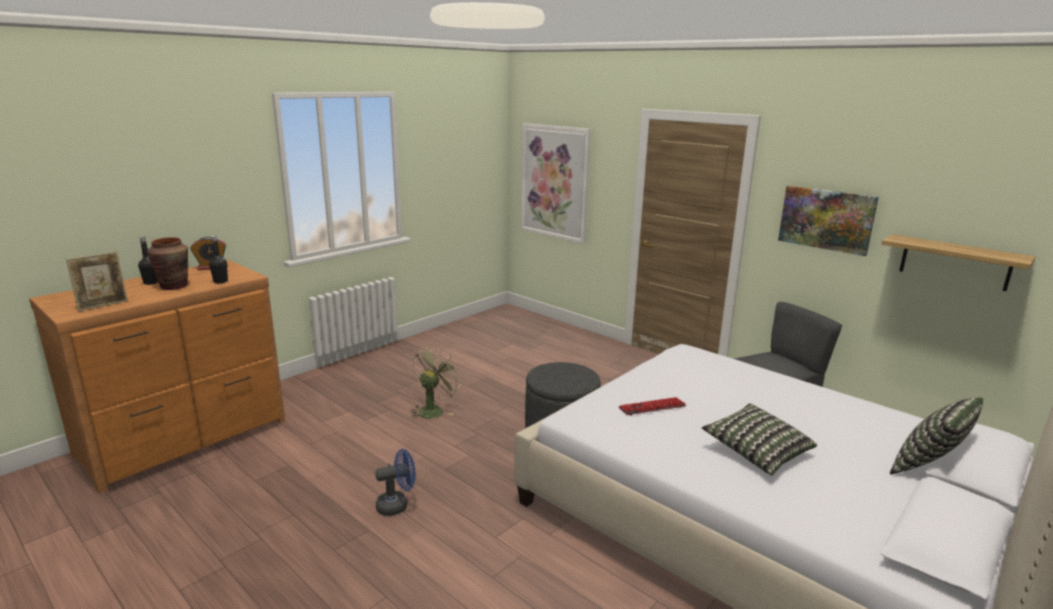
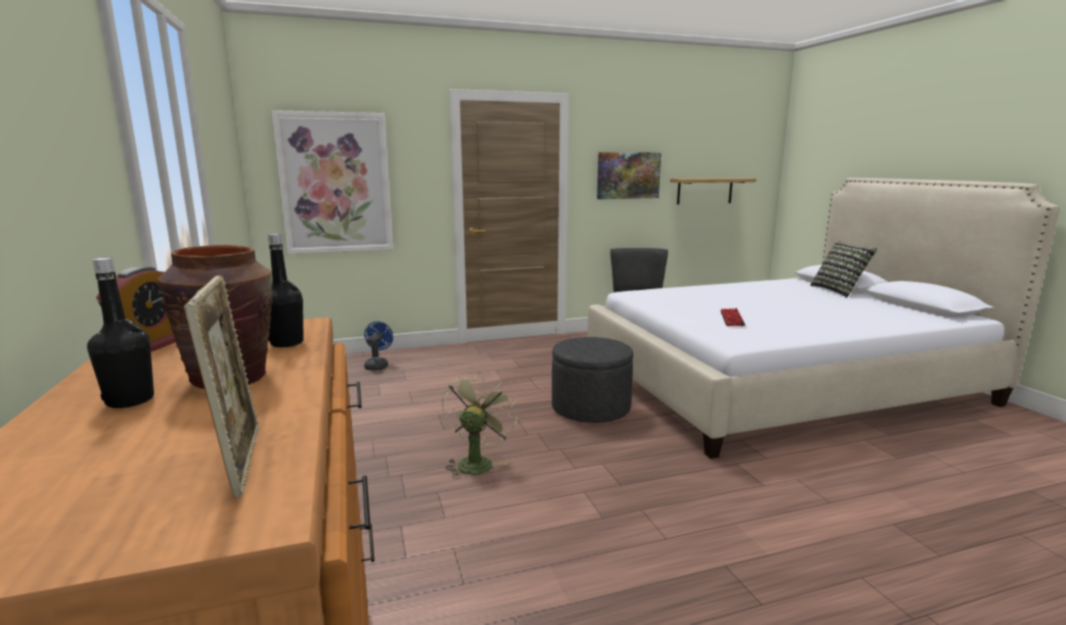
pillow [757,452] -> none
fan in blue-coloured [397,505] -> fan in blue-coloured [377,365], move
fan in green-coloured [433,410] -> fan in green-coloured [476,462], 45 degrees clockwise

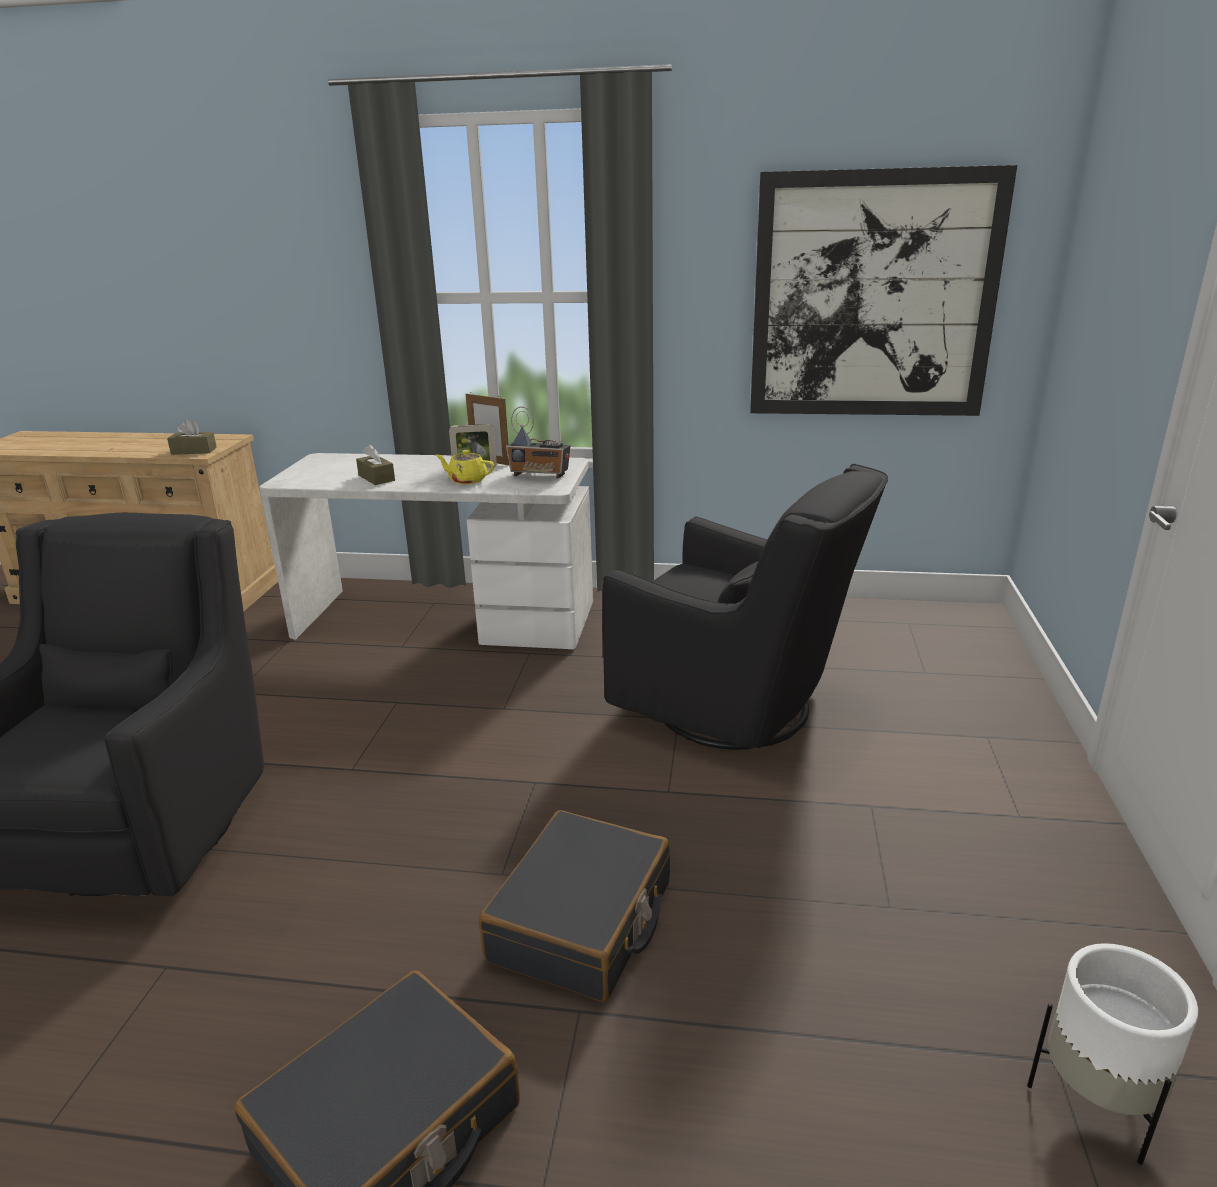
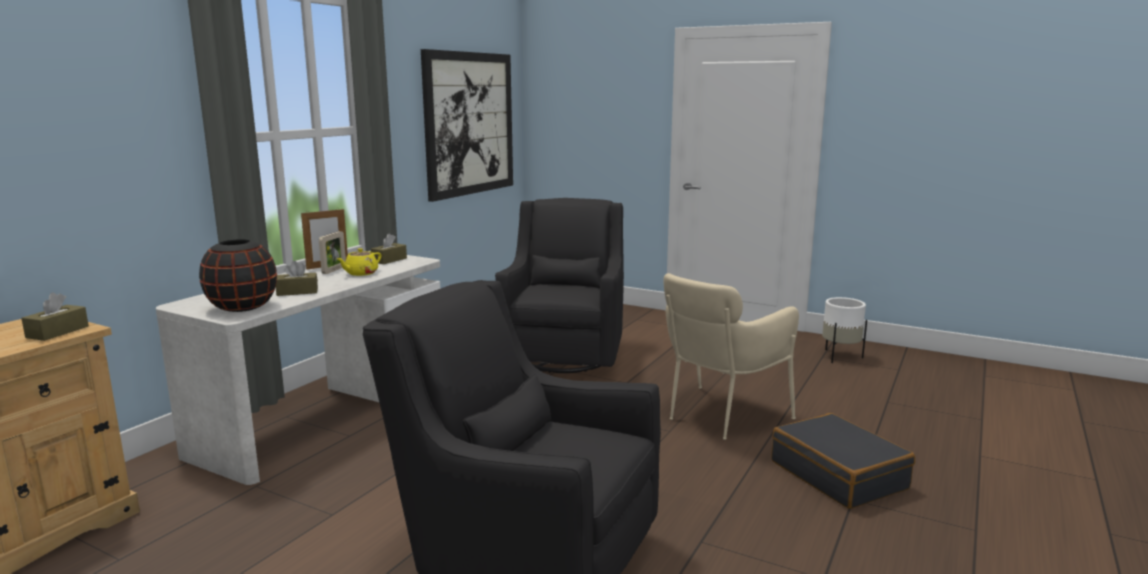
none -> vase in black [242,307]
suitcase in black [582,922] -> armchair in beige [718,417]
radio [540,475] -> tissue box in brownish [389,260]
armchair in black [738,709] -> armchair in black [565,354], 45 degrees counterclockwise

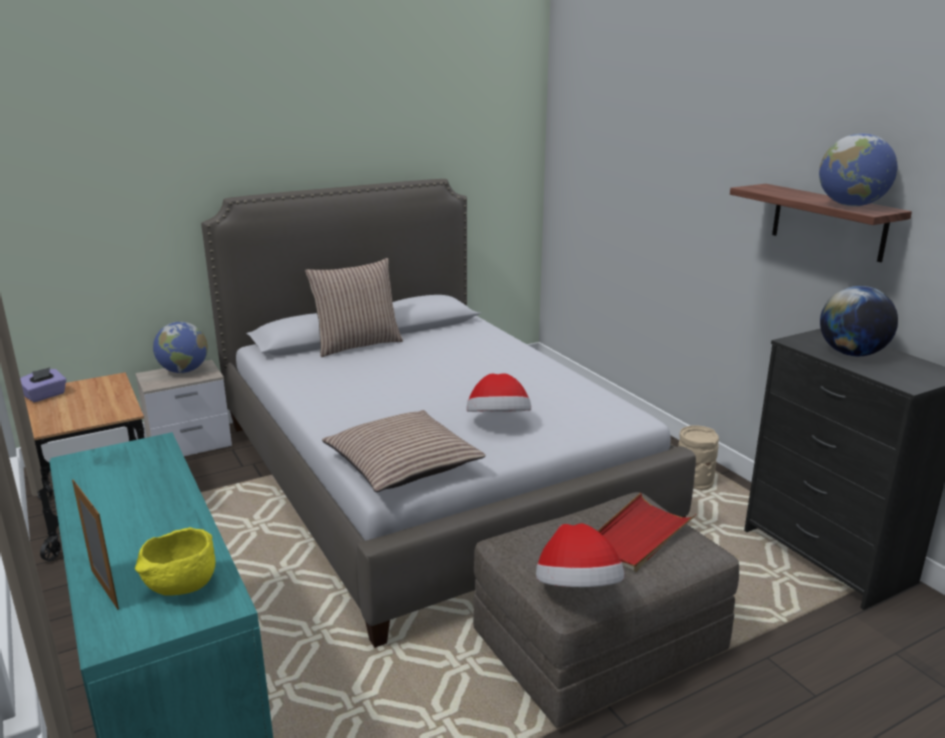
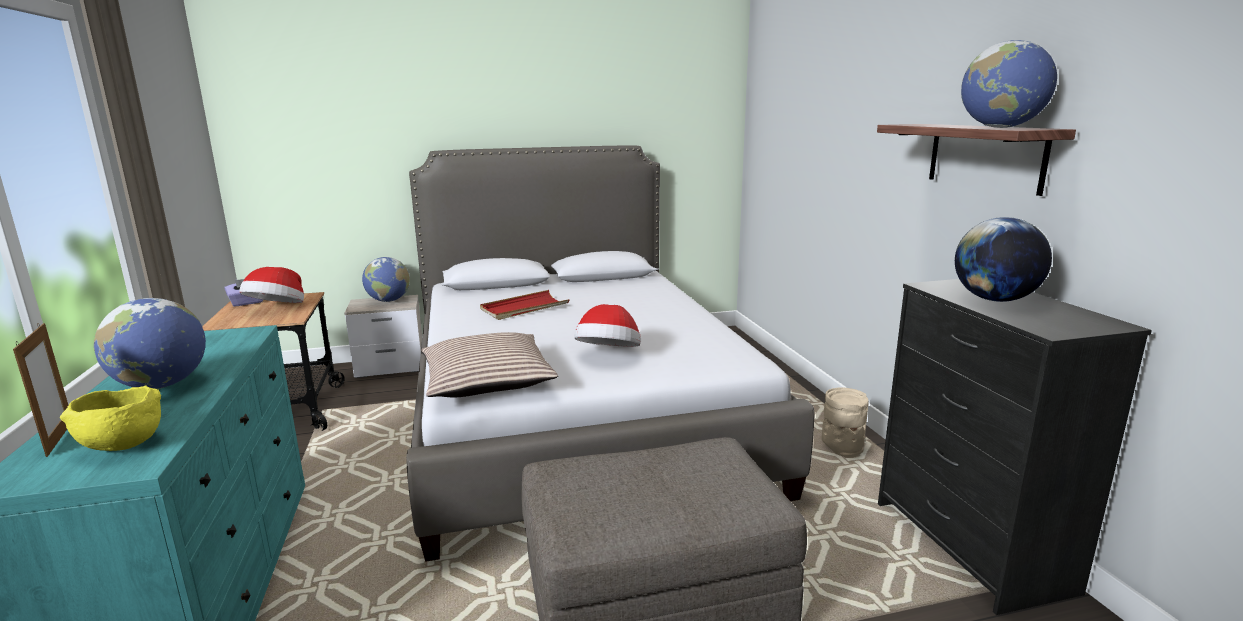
pillow [357,344] -> none
none -> desk globe [162,385]
hat [577,590] -> hat [277,309], move
serving tray in red-coloured [638,536] -> serving tray in red-coloured [524,308], move

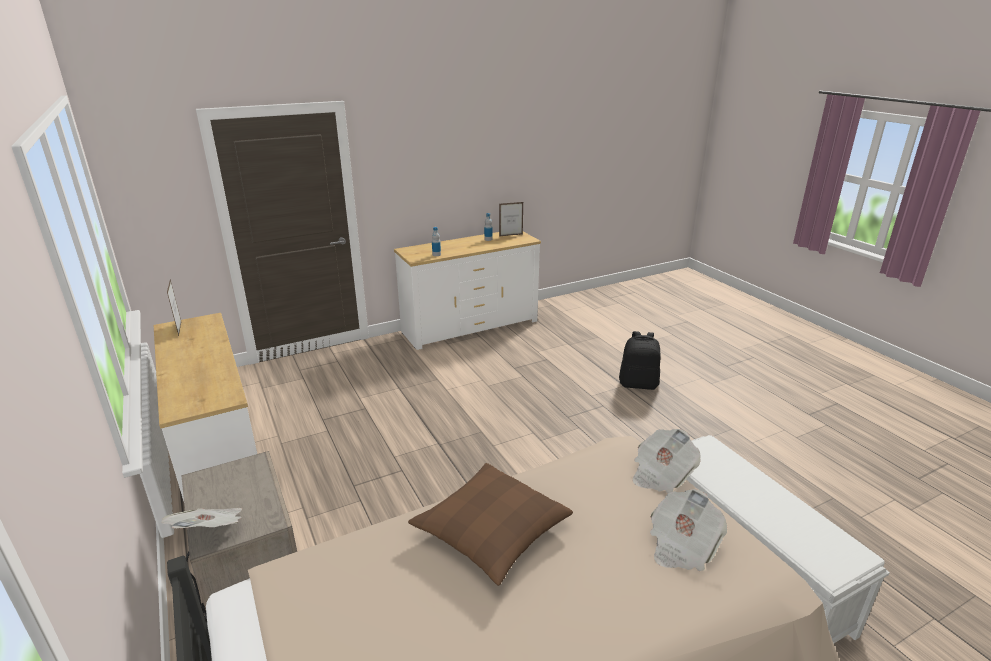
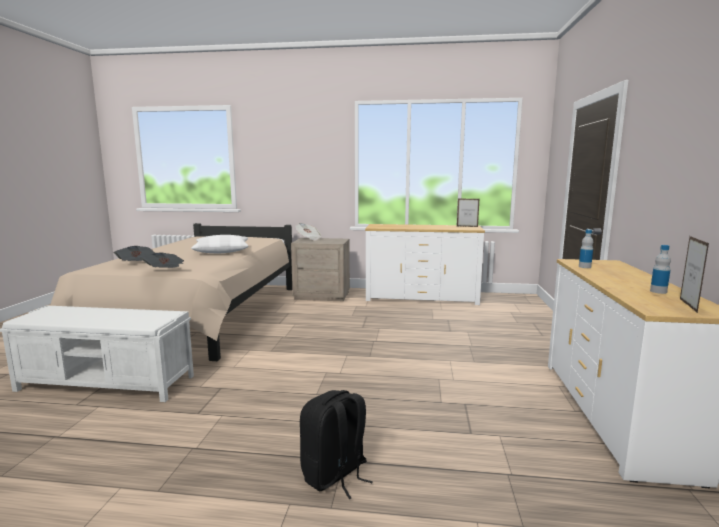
pillow in brownish [491,531] -> pillow in white [222,251]

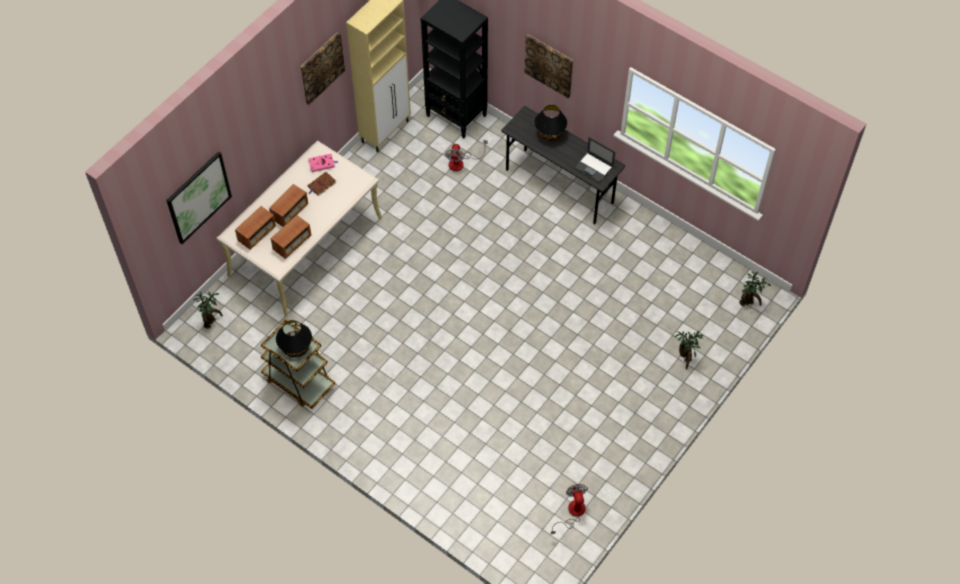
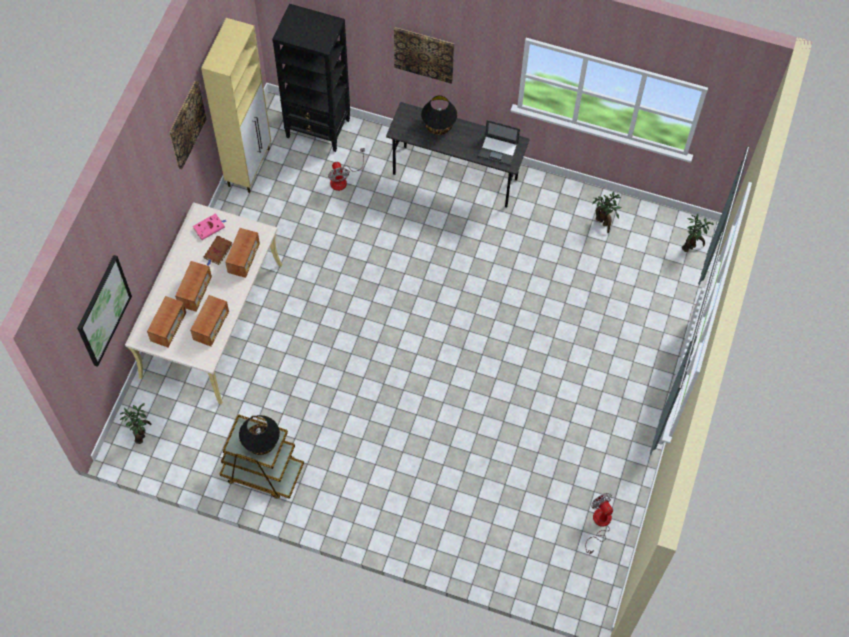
none -> radio [244,258]
plant in a pot [685,358] -> plant in a pot [603,223], move

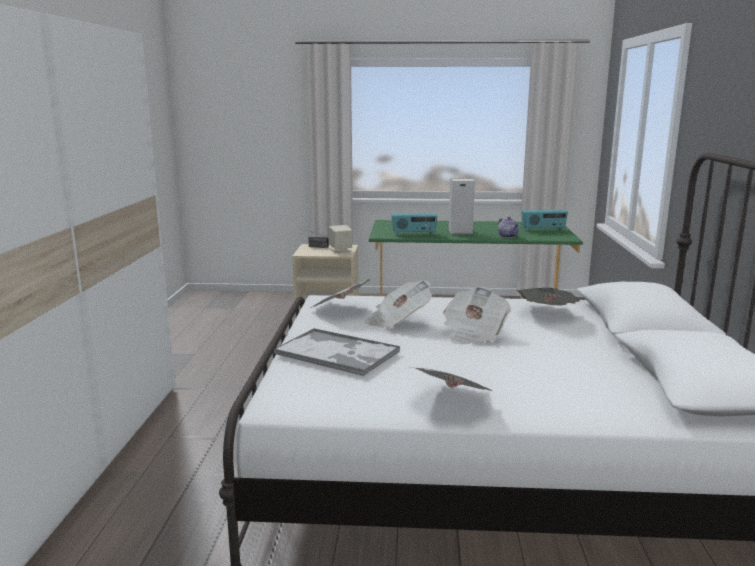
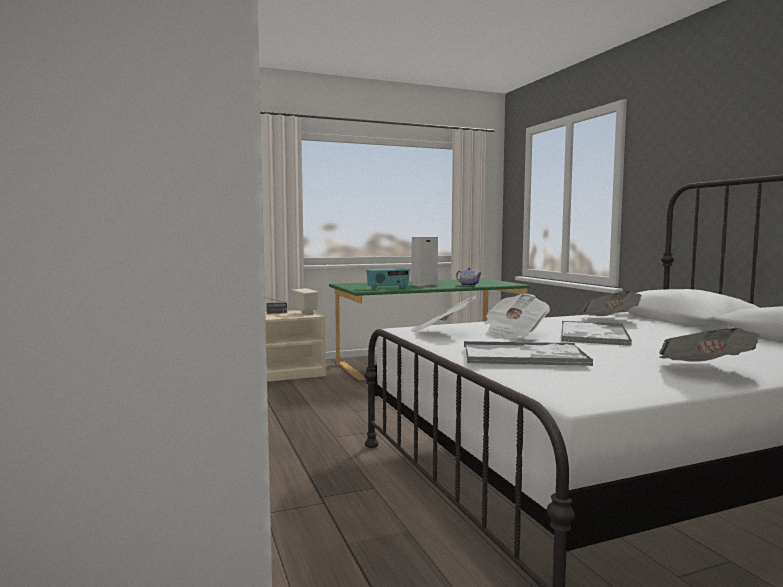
radio [543,230] -> none
newspaper [473,333] -> serving tray [593,334]

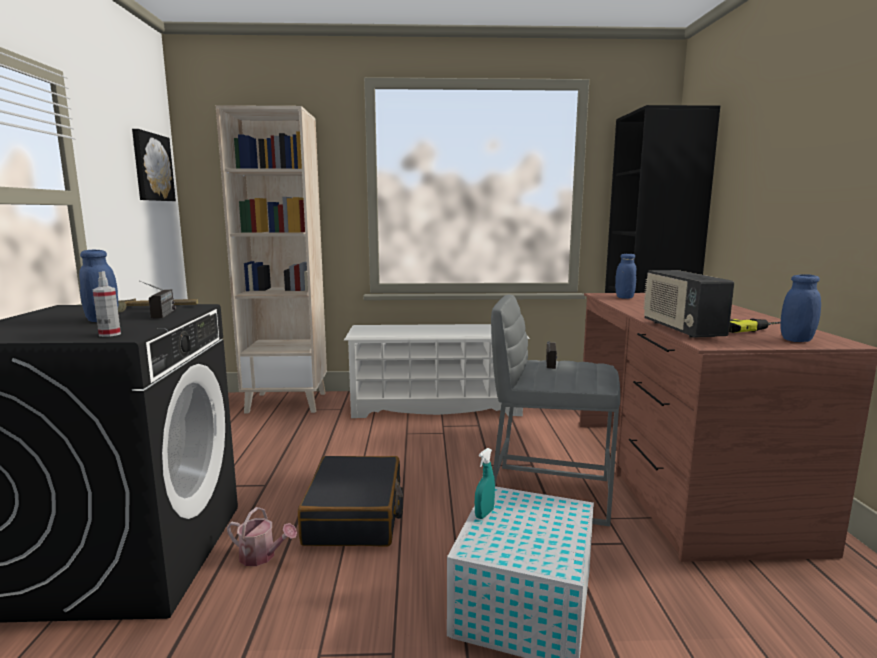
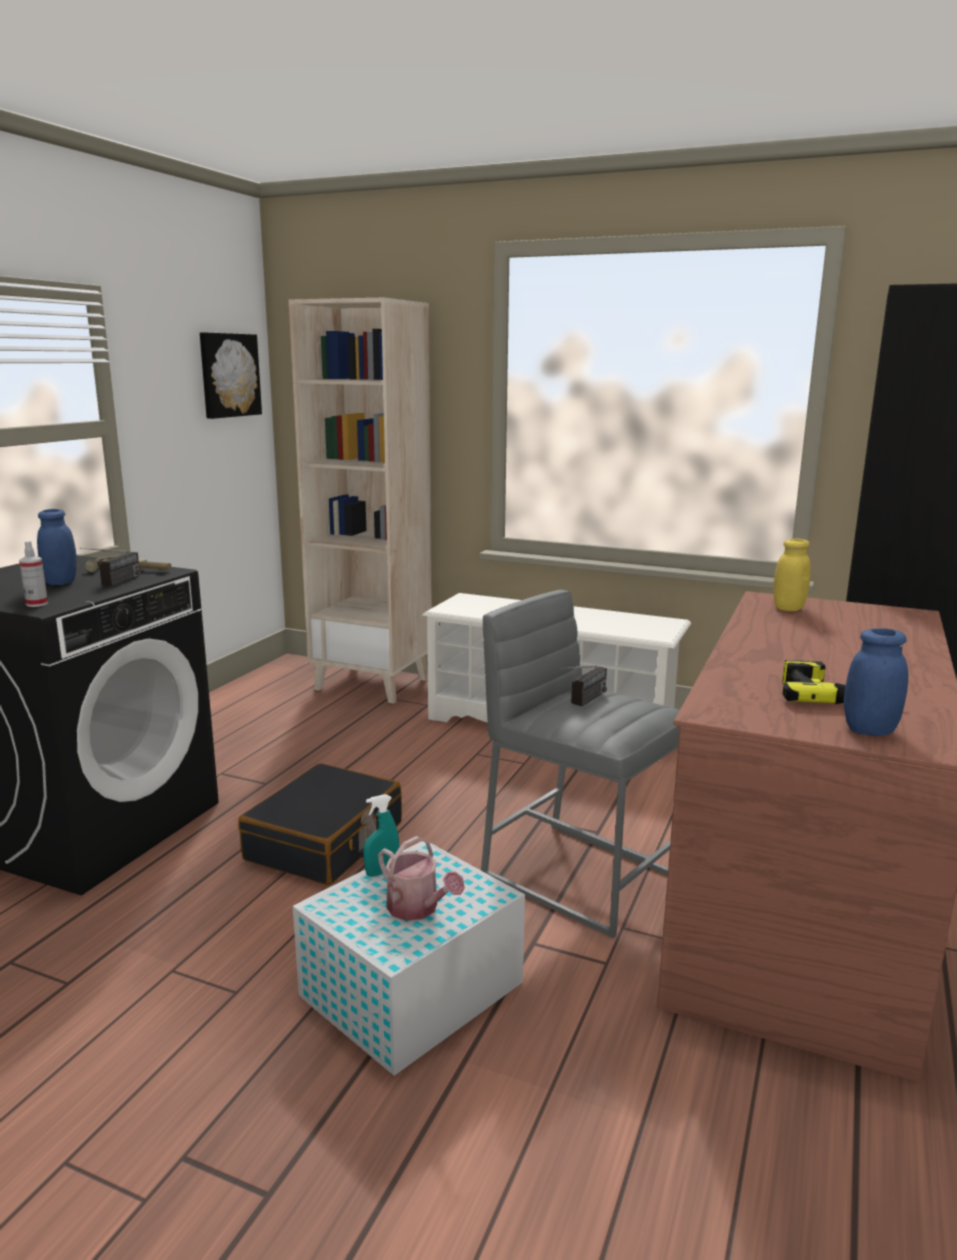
radio [680,329] -> none
watering pot [262,556] -> watering pot [418,909], move
storage jar in blue-coloured [624,297] -> storage jar in yellow [788,608]

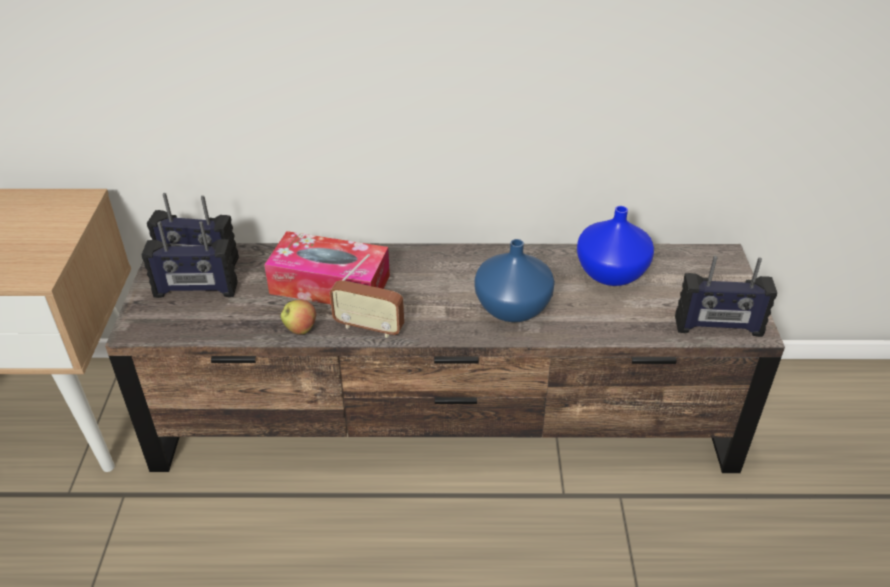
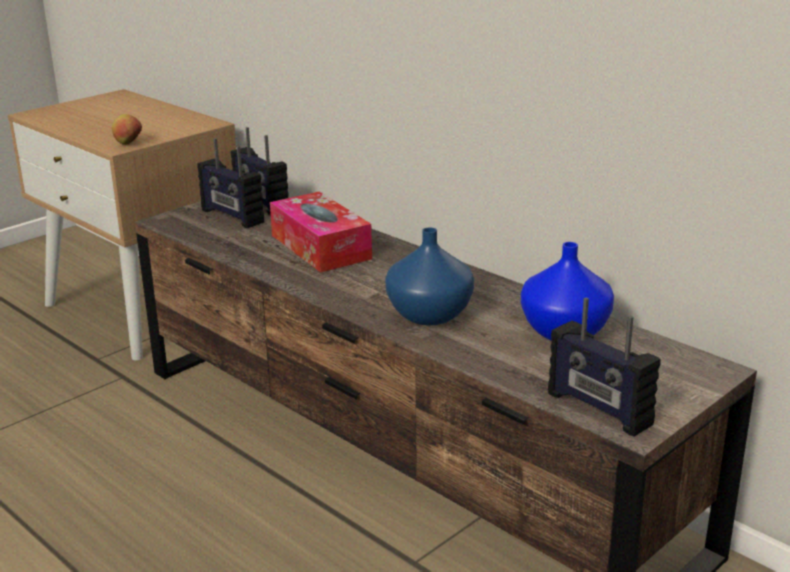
radio [369,327] -> none
whole apple [300,329] -> whole apple [128,144], move

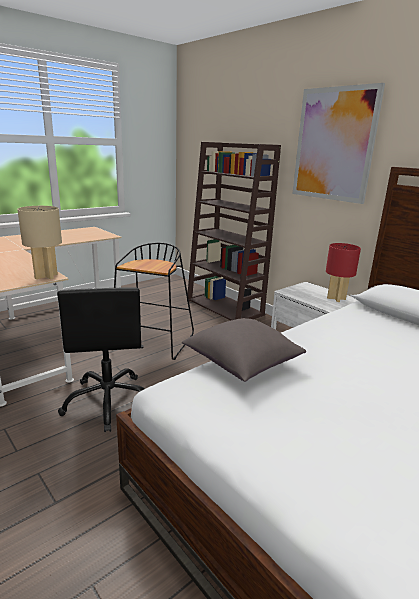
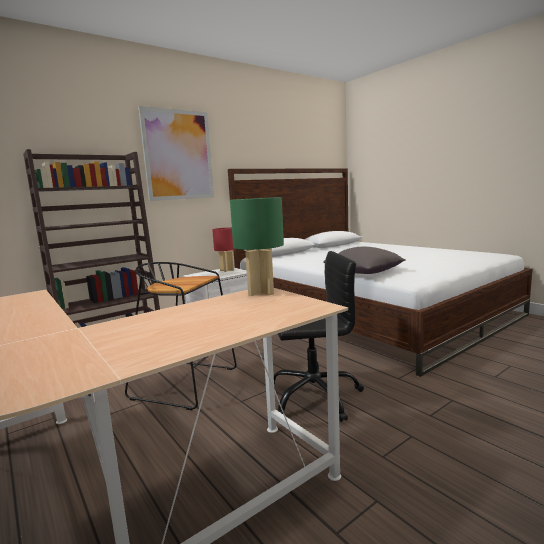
lamp for a table in beige [46,276] -> lamp for a table in green-coloured [262,292]

